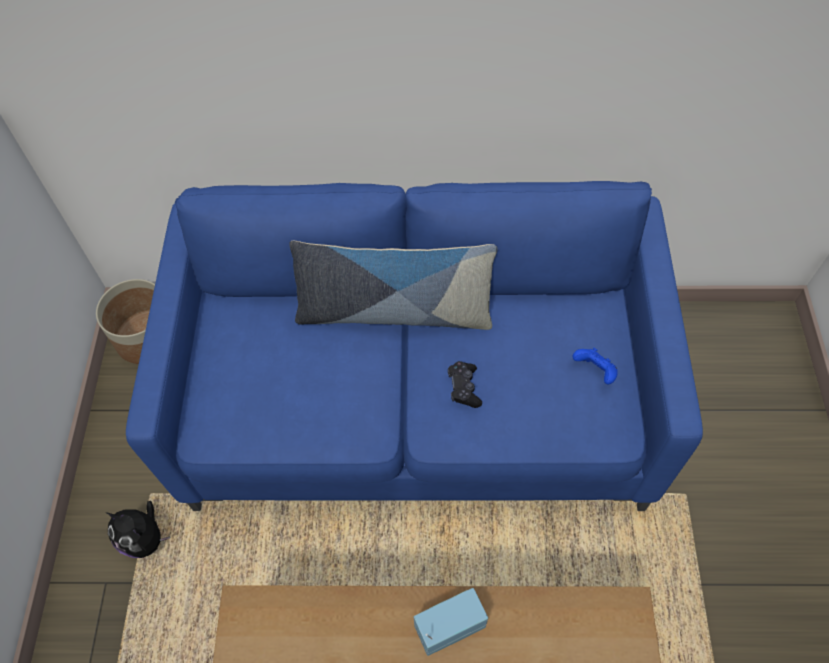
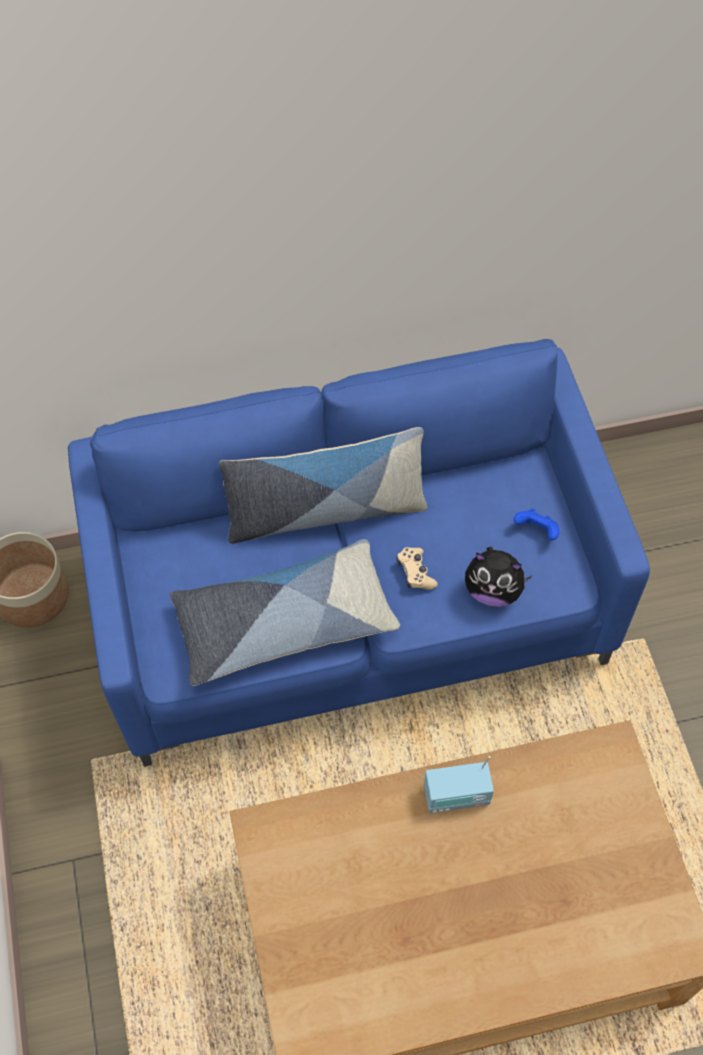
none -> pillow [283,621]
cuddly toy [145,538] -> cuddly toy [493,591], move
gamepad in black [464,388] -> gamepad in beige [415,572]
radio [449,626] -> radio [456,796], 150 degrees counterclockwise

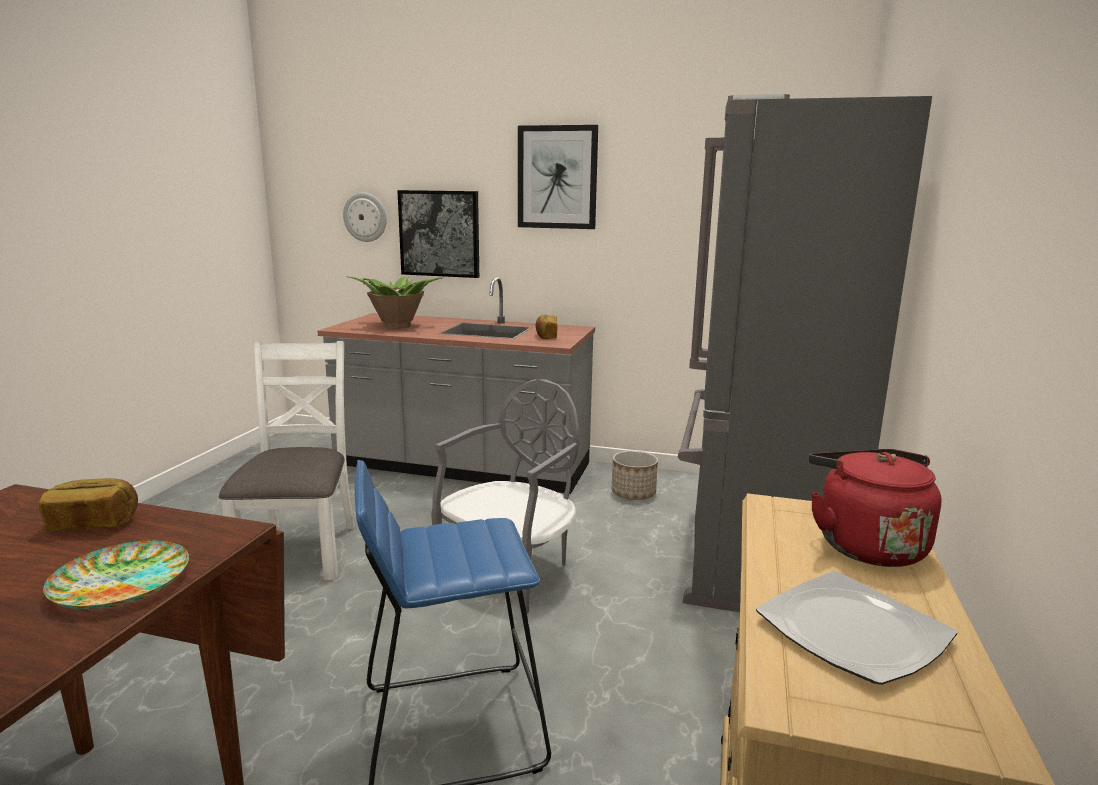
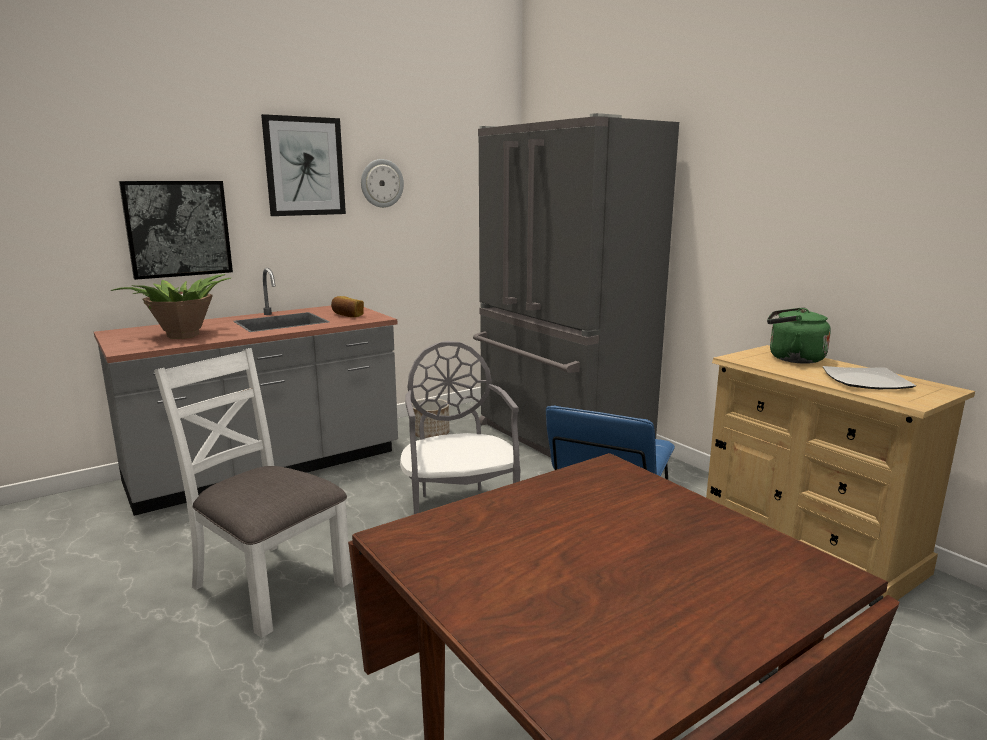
bread [93,523] -> none
dinner plate [121,581] -> none
wall clock [365,217] -> wall clock [381,183], move
kettle in red-coloured [865,544] -> kettle in green-coloured [792,359]

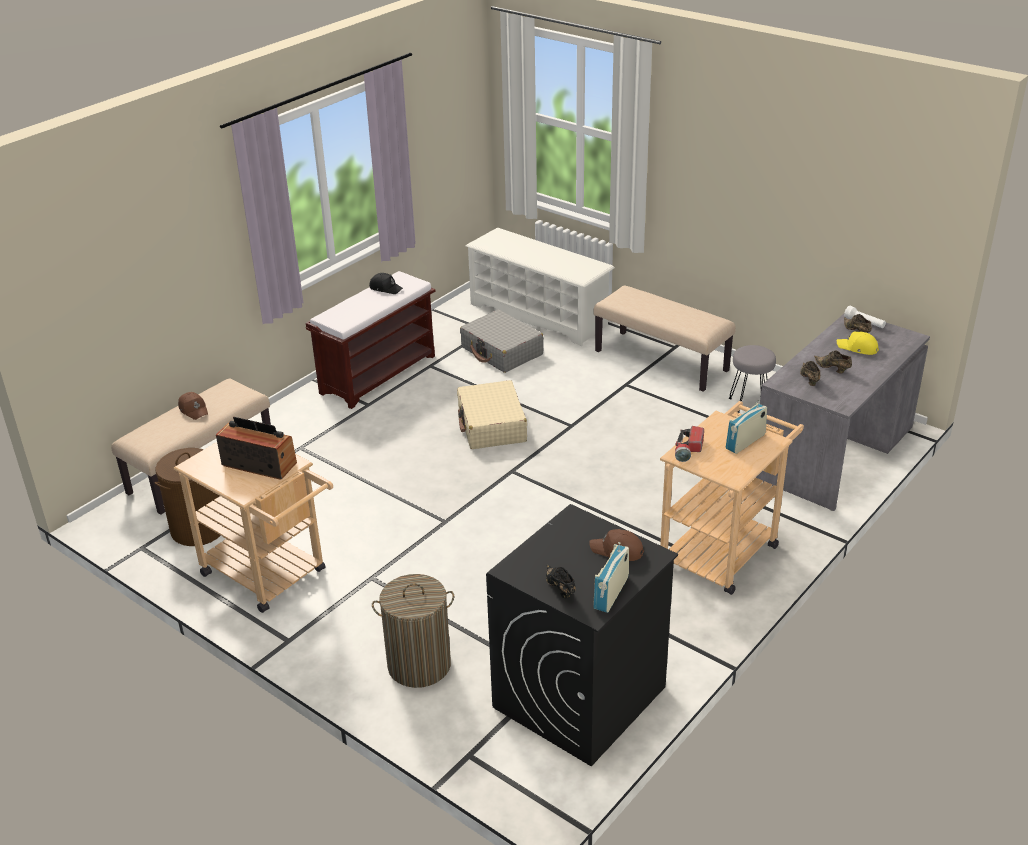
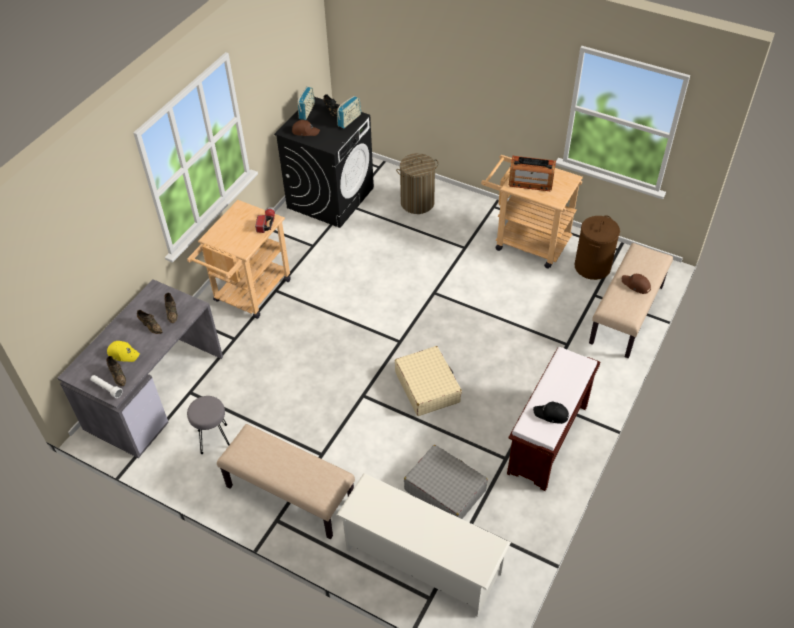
radio [745,442] -> radio [349,120], move

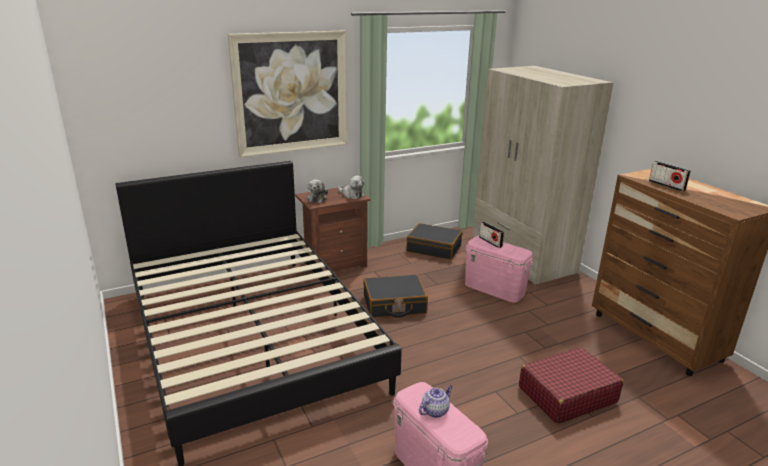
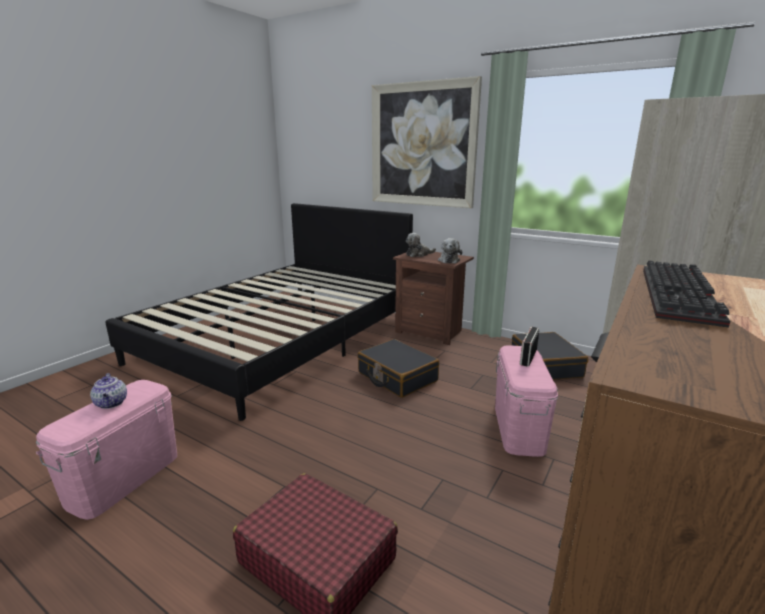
radio [666,185] -> PC keyboard [682,295]
teapot [435,410] -> teapot [111,403], 45 degrees clockwise

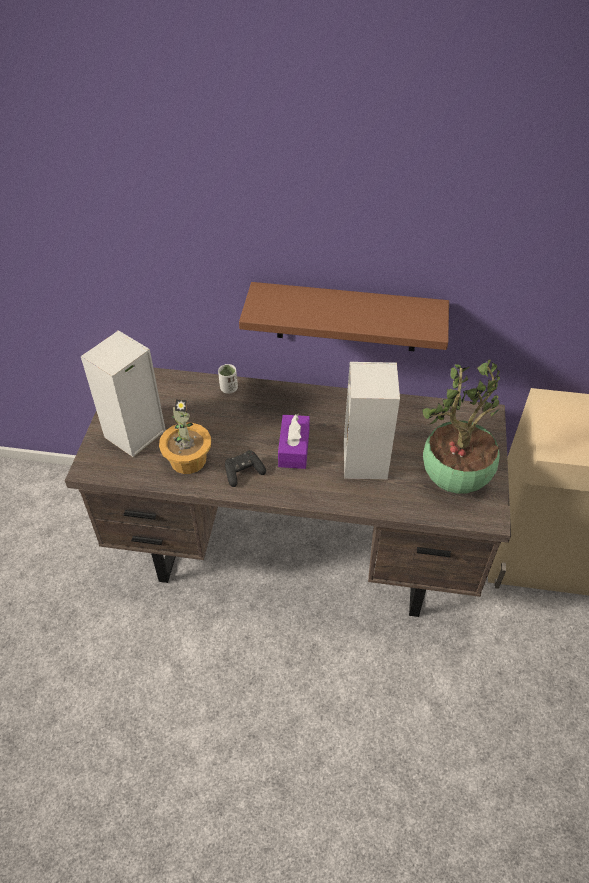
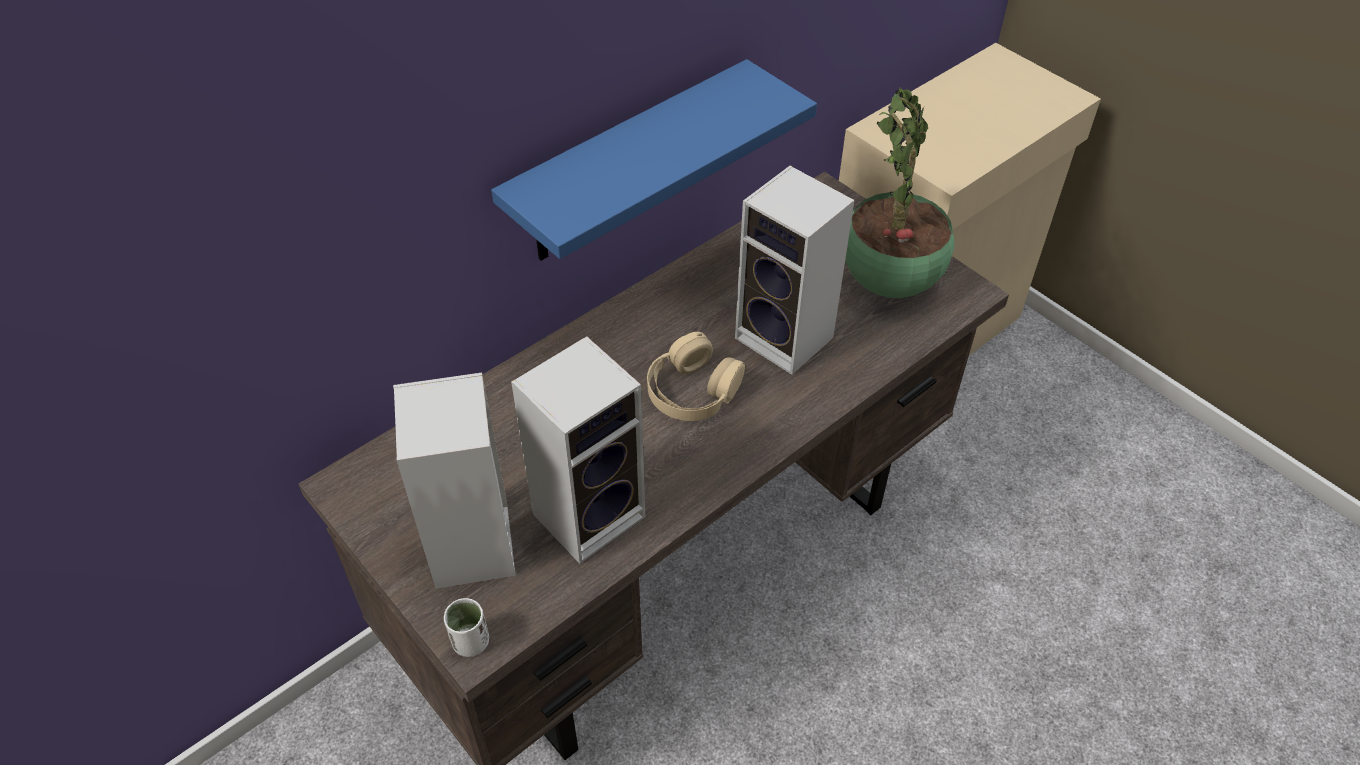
gamepad in black [243,472] -> none
cup in white [229,388] -> cup in white [470,642], move
plant in a pot [188,459] -> audio speaker [591,512]
tissue box in purplish [294,448] -> headphones in beige [693,390]
shelf in brownish [347,317] -> shelf in blue-coloured [628,165]

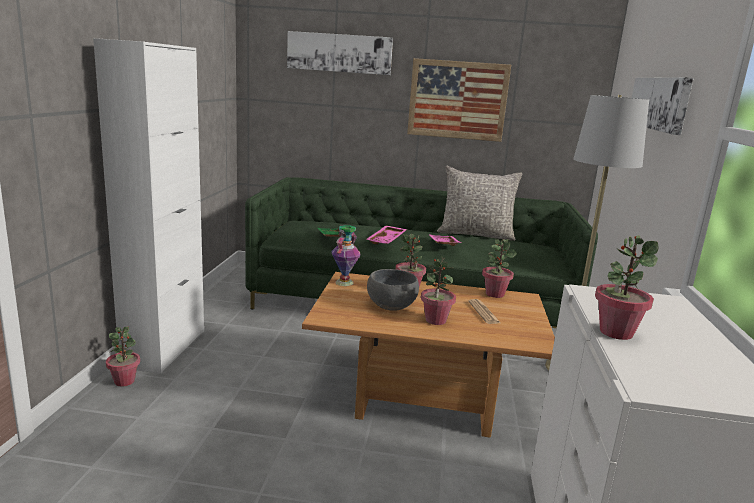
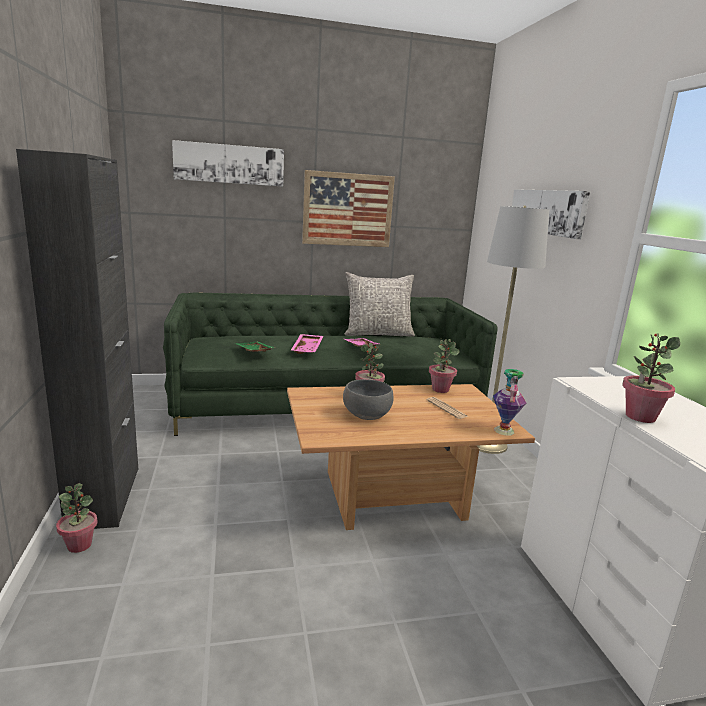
plant in a pot [435,320] -> none
vase [344,282] -> vase [503,430], move
cupboard in white [165,348] -> cupboard in black [104,497]

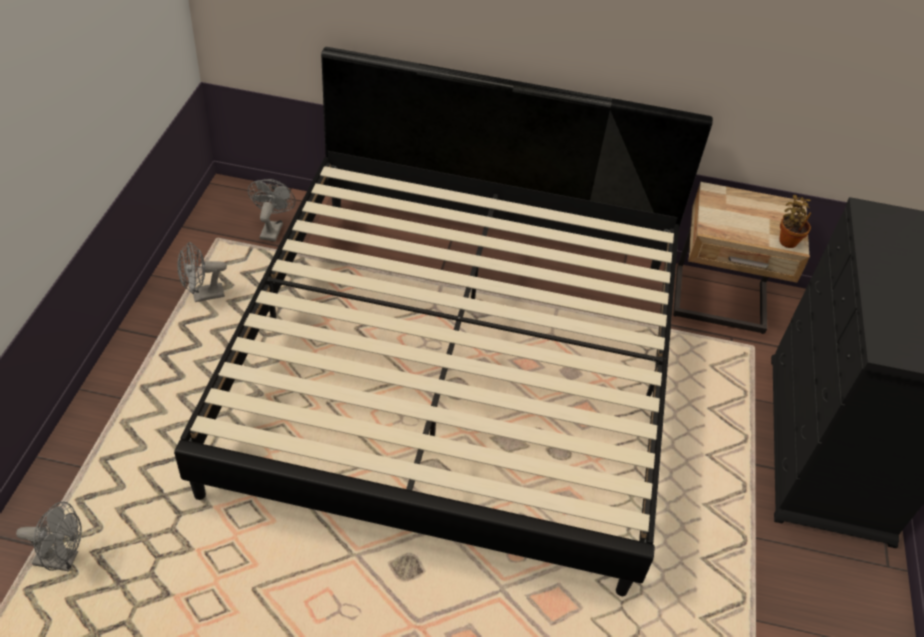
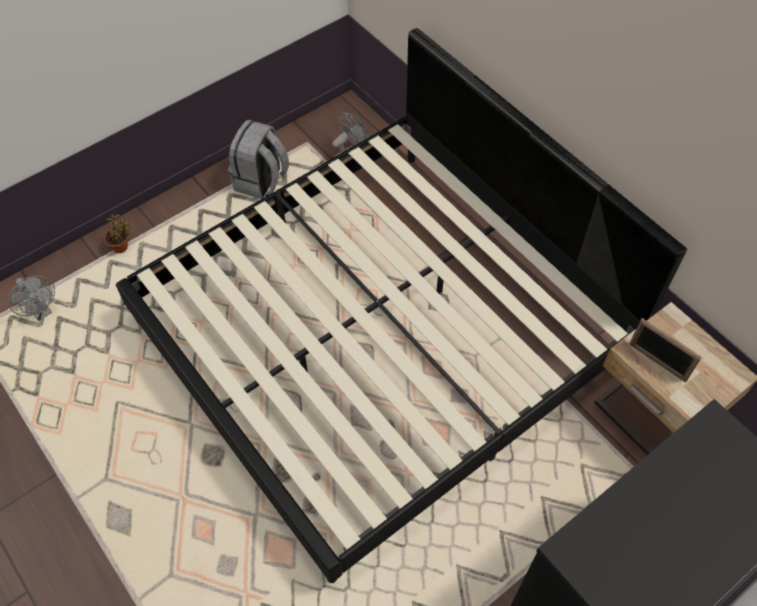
none -> standing frame [657,362]
plant in a pot [787,240] -> plant in a pot [122,247], move
fan in gray [203,295] -> backpack in gray [261,181]

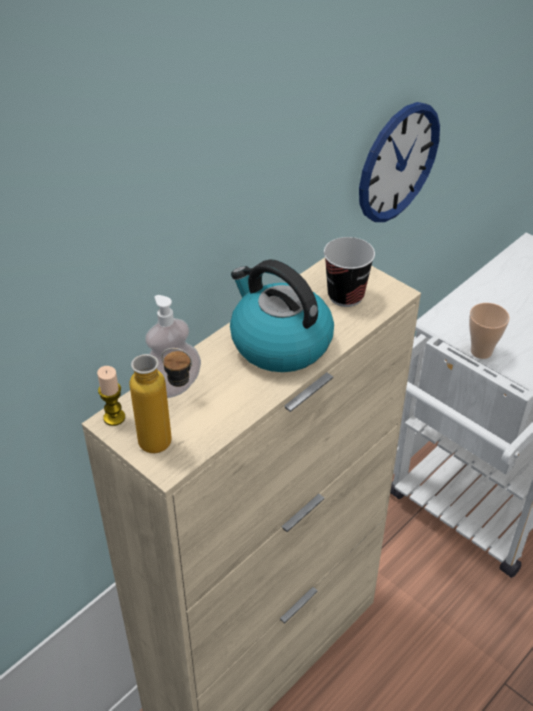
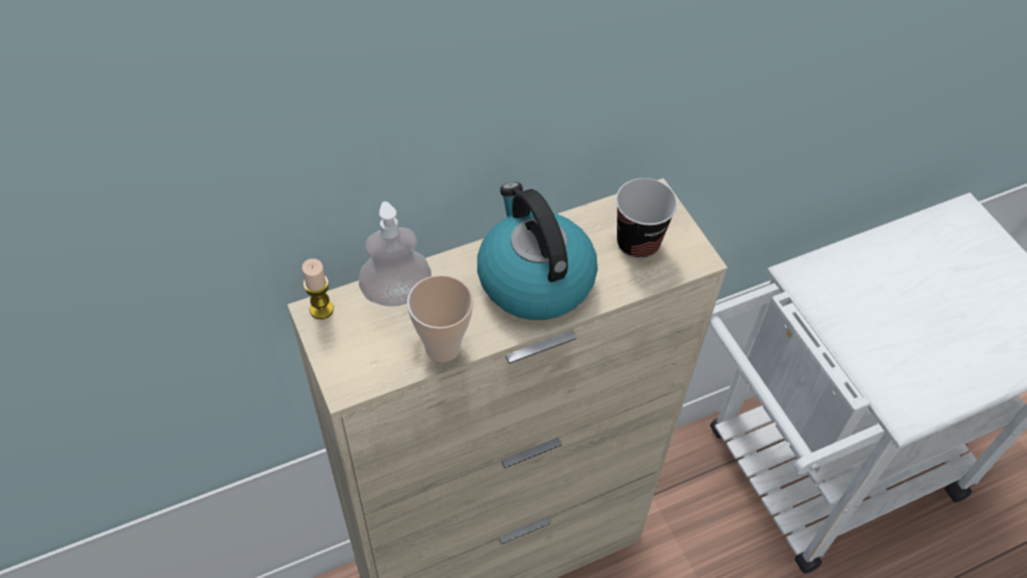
drink bottle [168,444] -> none
wall clock [398,163] -> none
cup [481,351] -> cup [442,347], move

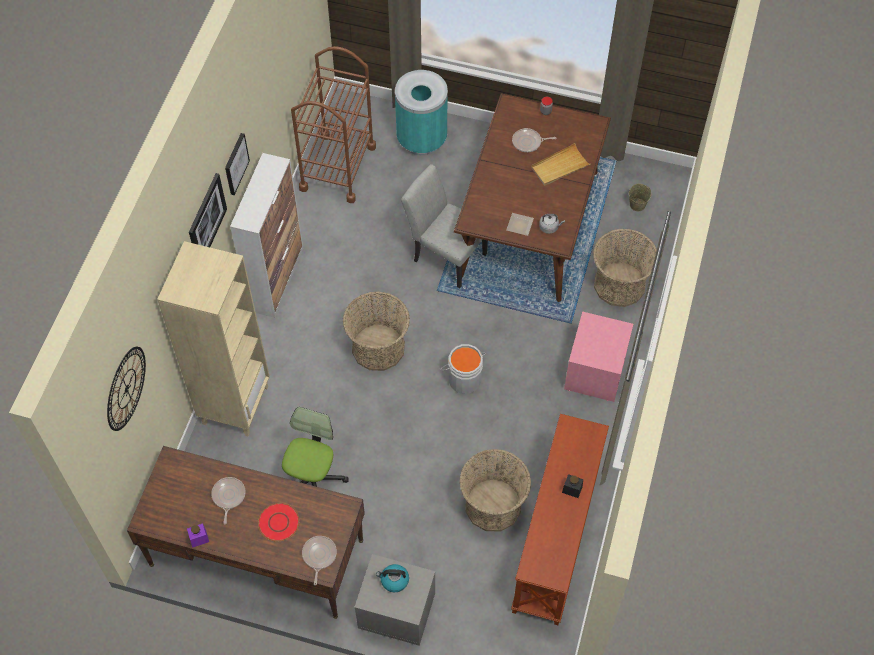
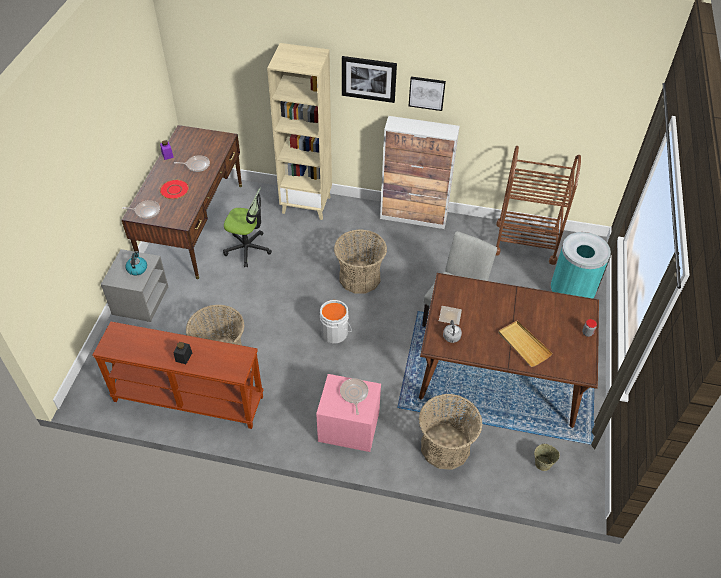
wall clock [126,388] -> none
frying pan [528,142] -> frying pan [354,394], move

